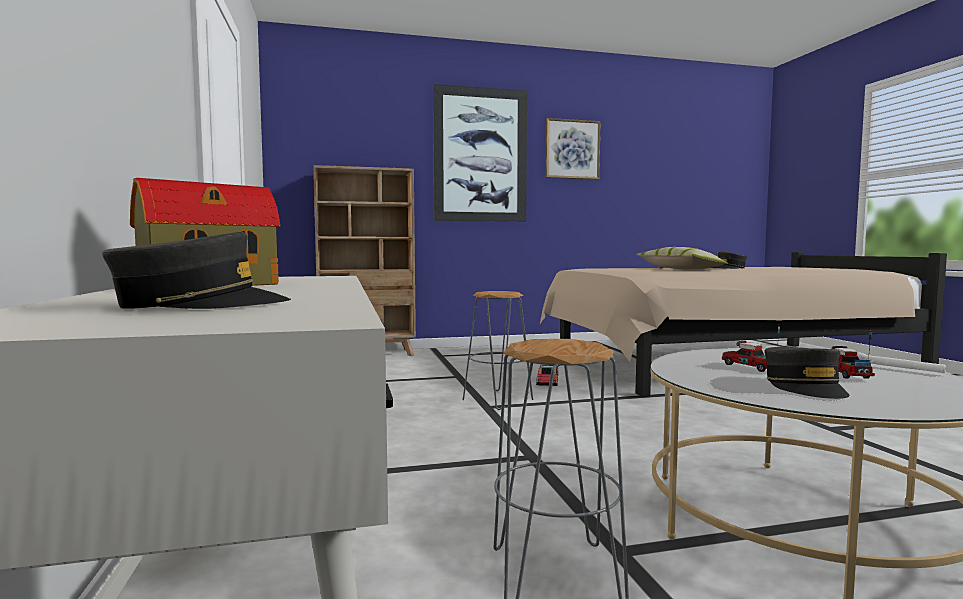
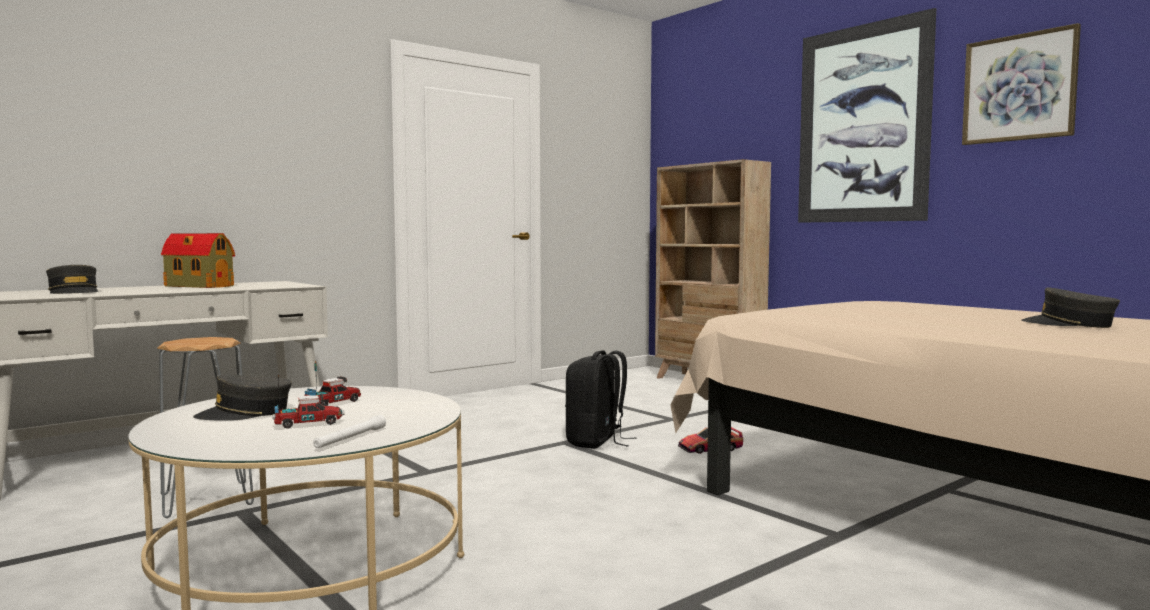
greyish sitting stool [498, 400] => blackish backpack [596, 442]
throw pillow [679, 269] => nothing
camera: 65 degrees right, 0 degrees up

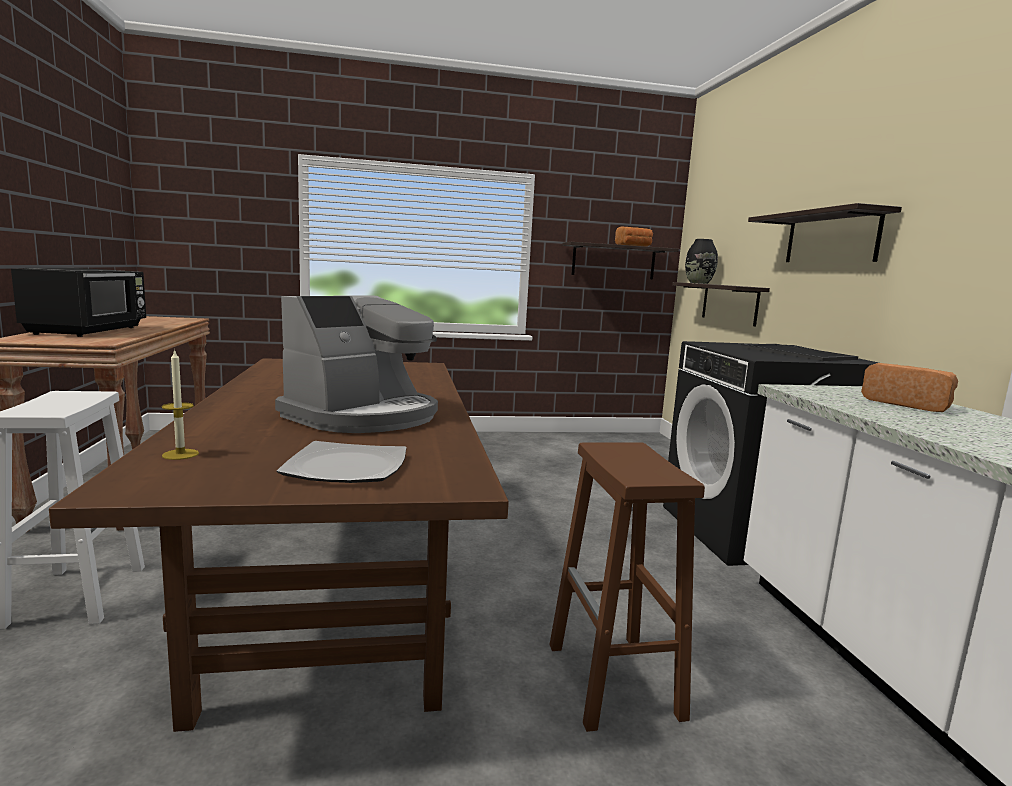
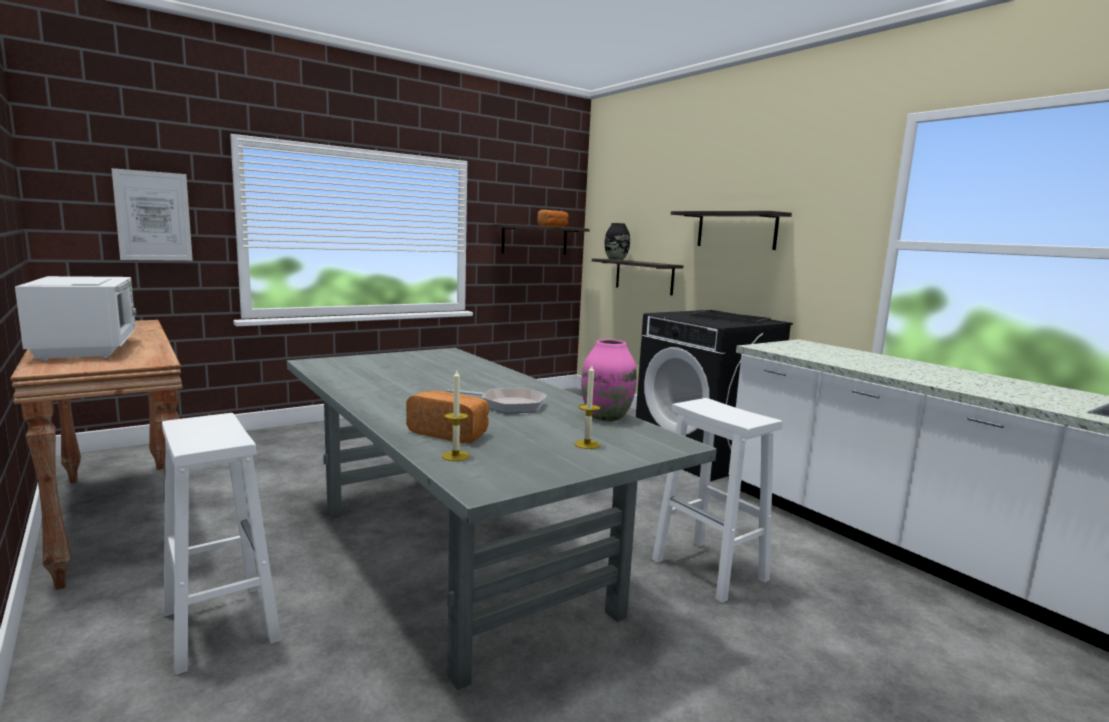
blackish kitchen microwave [90, 330] => white kitchen microwave [88, 349]
brown-coloured kitchen table [337, 584] => greyish kitchen table [455, 557]
coffee machine [363, 416] => frying pan [508, 405]
dinner plate [347, 467] => wax candle [587, 444]
brown-coloured sitting stool [615, 682] => white sitting stool [711, 570]
baked bread [907, 404] => baked bread [450, 433], shifted
nothing => picture [153, 216]
nothing => pinkish decorative vase [606, 417]
camera: 25 degrees left, 0 degrees up

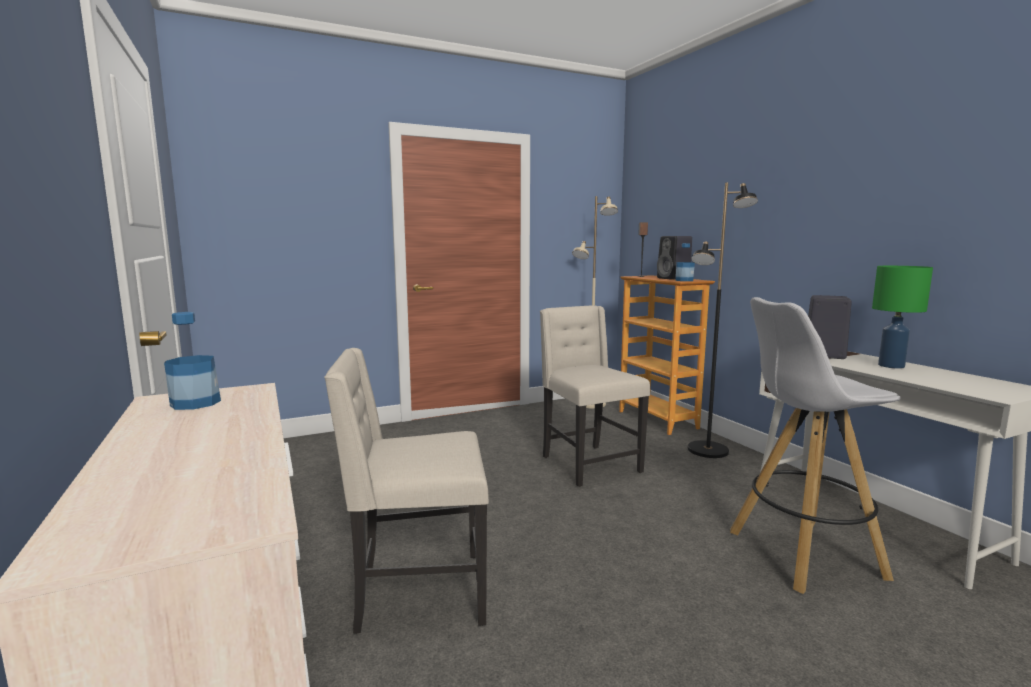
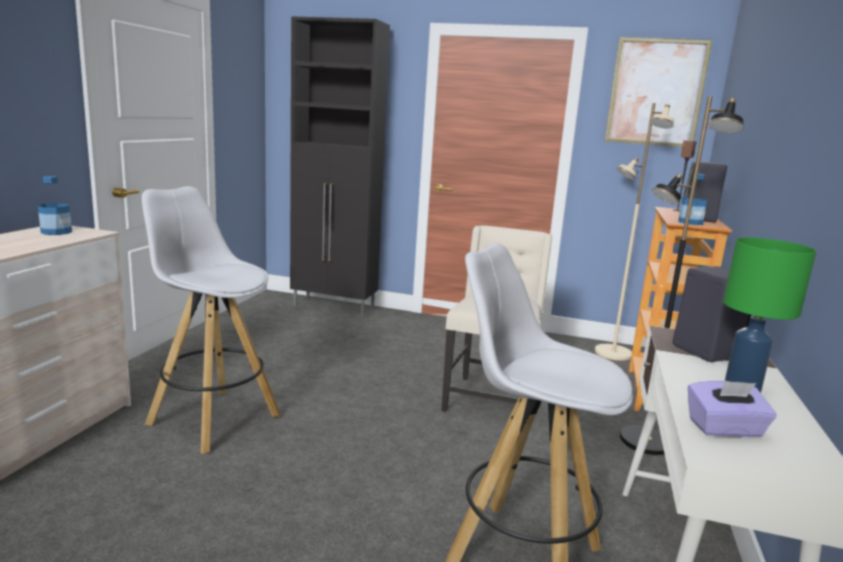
sand-coloured upright chair [418, 593] => white sitting stool [213, 419]
nothing => blackish storage cabinet [335, 307]
nothing => picture [656, 92]
nothing => purple-coloured box of tissues [725, 429]
camera: 40 degrees right, 5 degrees up

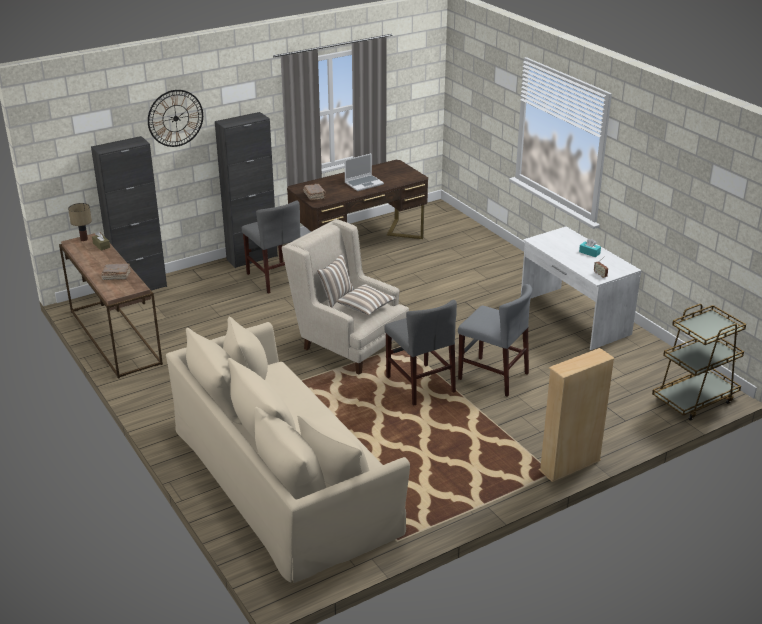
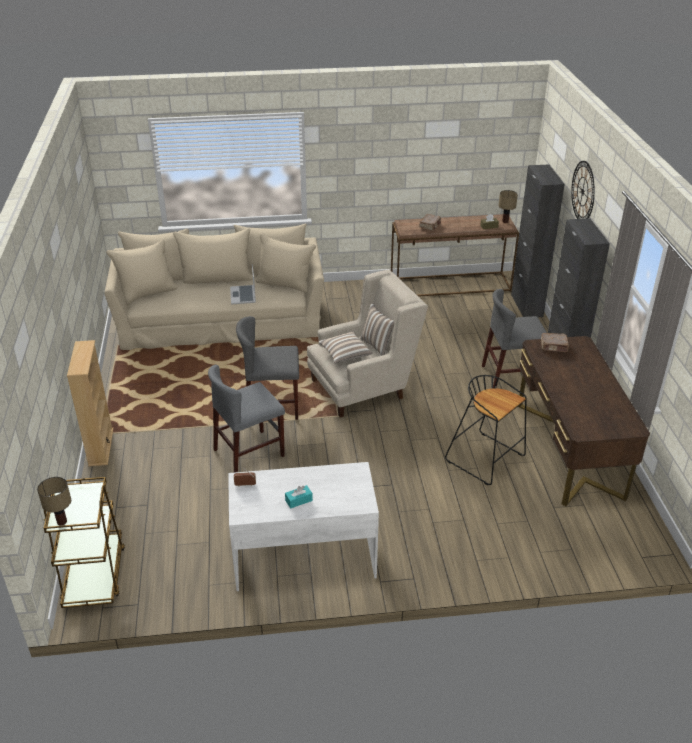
laptop [364, 183] => laptop [243, 296], shifted
nothing => tabletop lamp [62, 521]
nothing => blackish sitting stool [486, 459]
camera: 115 degrees right, 5 degrees up

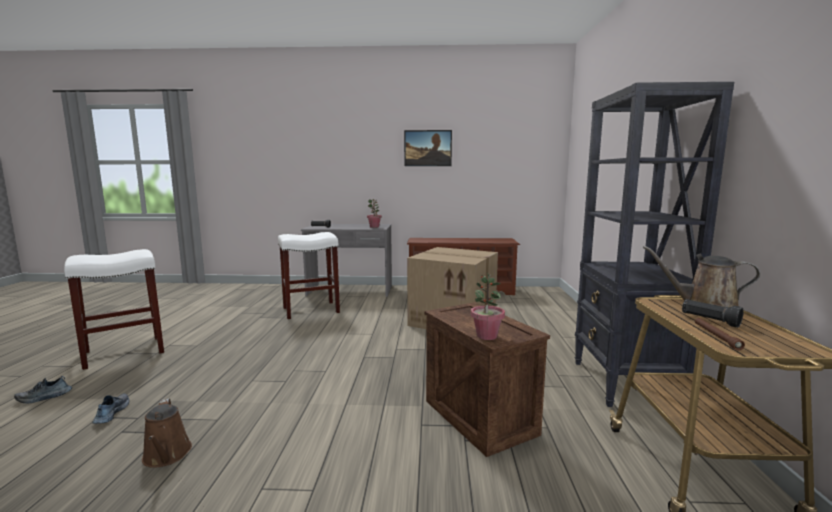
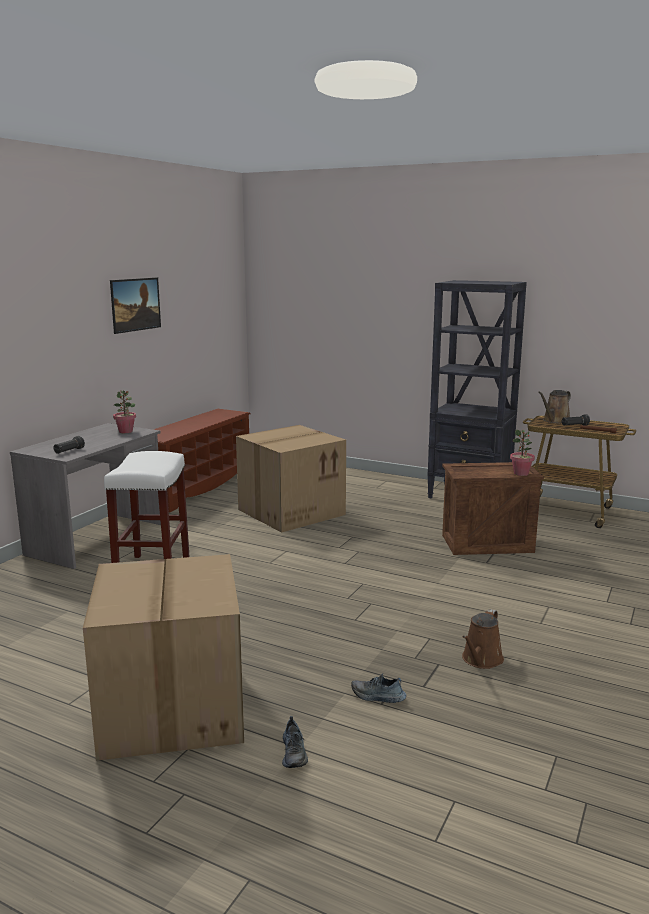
white sitting stool [125, 351] => packing box [169, 707]
brown-coloured sprinkling can [167, 456] => brown-coloured sprinkling can [481, 660], 120 degrees clockwise
camera: 65 degrees left, 5 degrees up

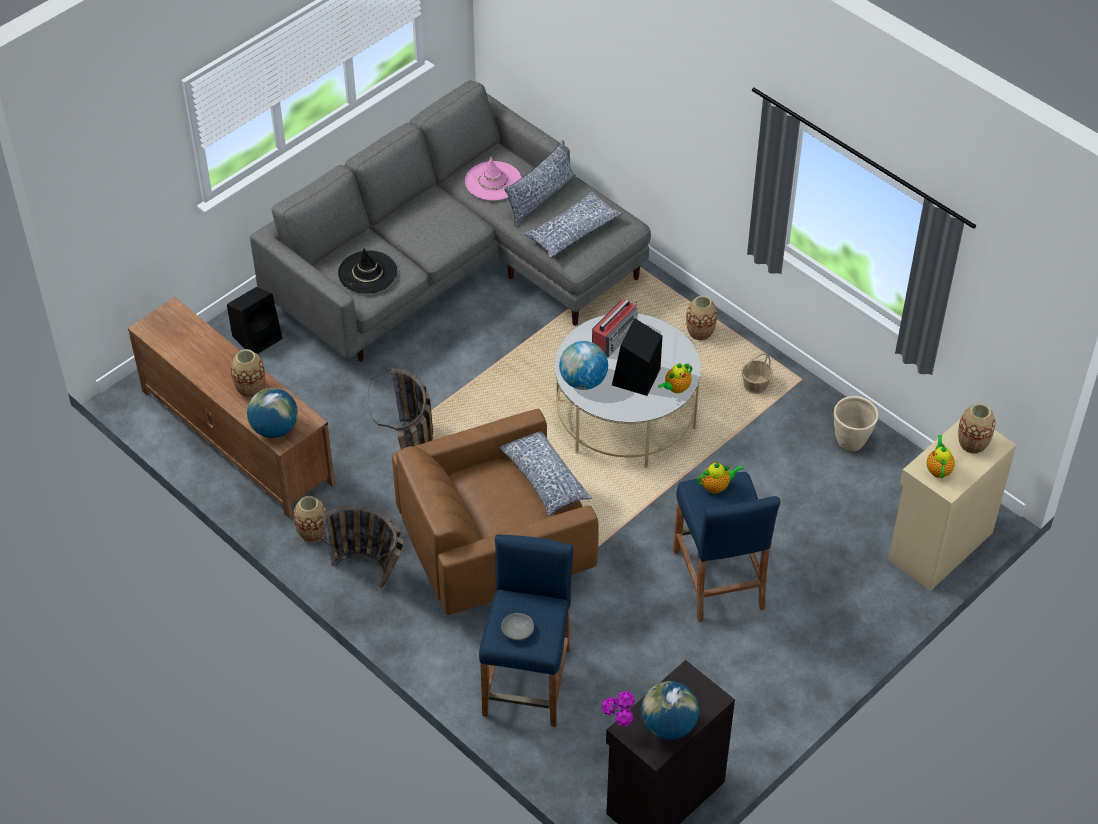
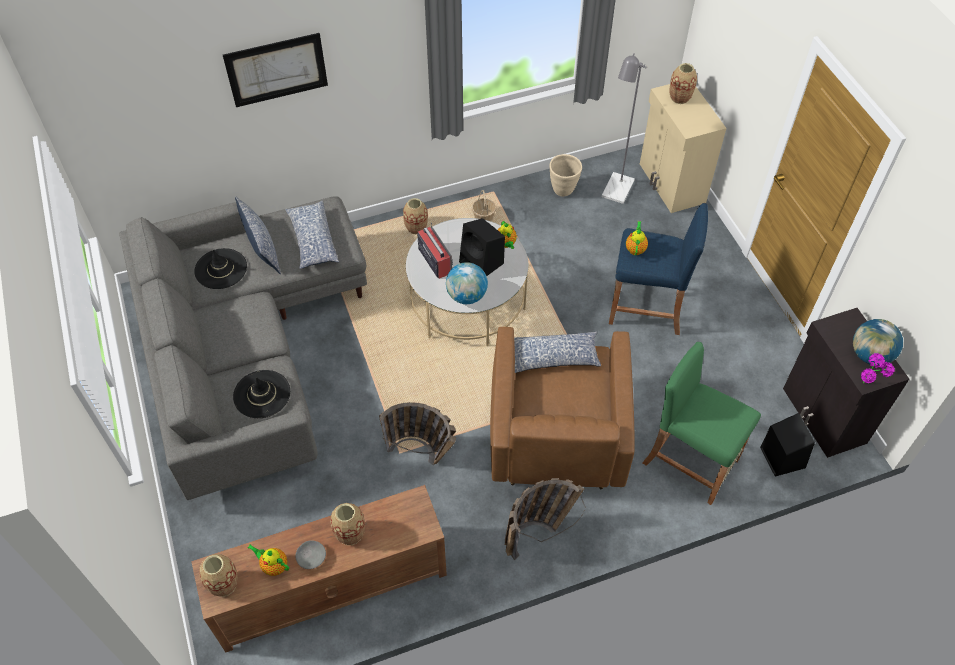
blackish audio speaker [258, 336] => blackish audio speaker [781, 456], shifted
globe [274, 428] => nothing
decorative vase [312, 533] => decorative vase [224, 584], shifted
pinkish wearable hat [493, 181] => blackish wearable hat [221, 269]
blue-coloured sitting stool [528, 681] => green sitting stool [690, 461]
greyish bowl [518, 630] => greyish bowl [311, 557], shifted
pot for tea [938, 469] => pot for tea [273, 565], shifted
nothing => picture [276, 70]
nothing => greyish floor lamp [615, 193]
camera: 65 degrees left, 5 degrees up

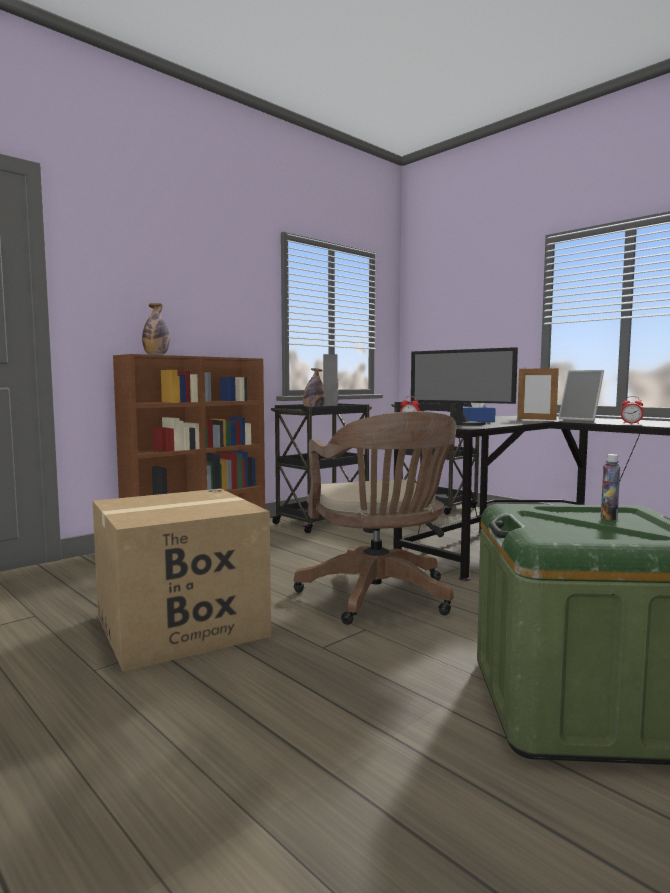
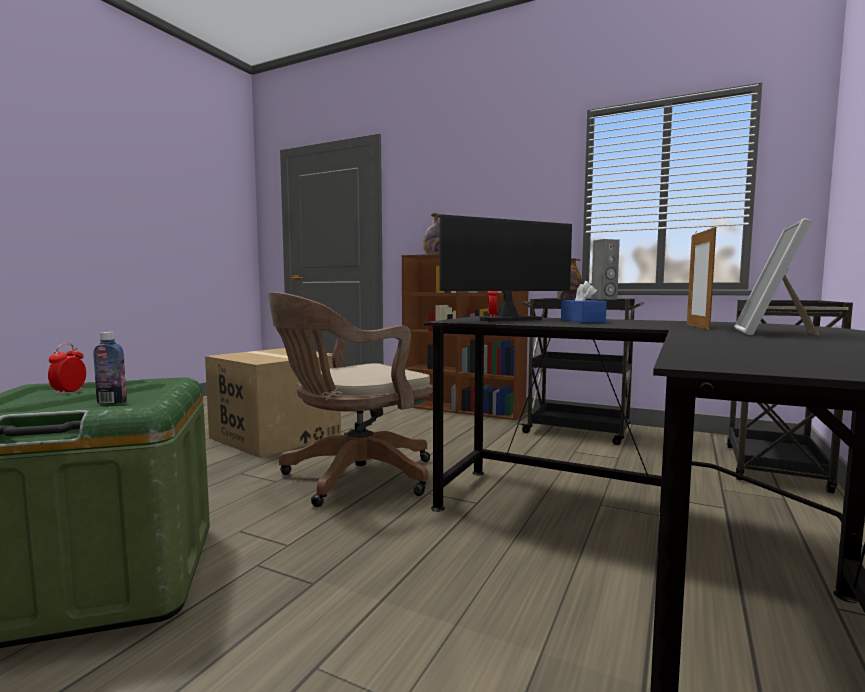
monitor [459, 424] => monitor [508, 320], 45 degrees clockwise
bedside clock [631, 423] => bedside clock [69, 392], shifted
camera: 70 degrees right, 0 degrees up

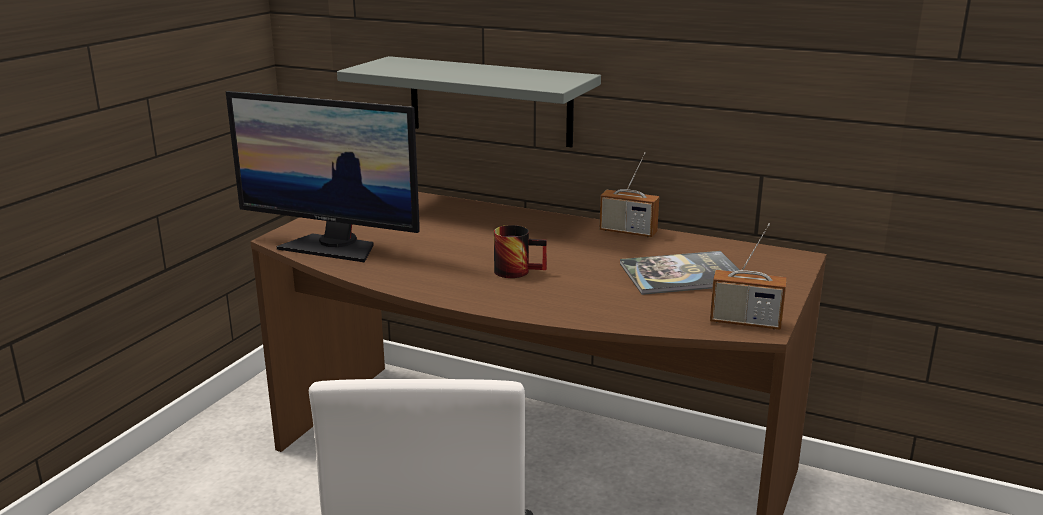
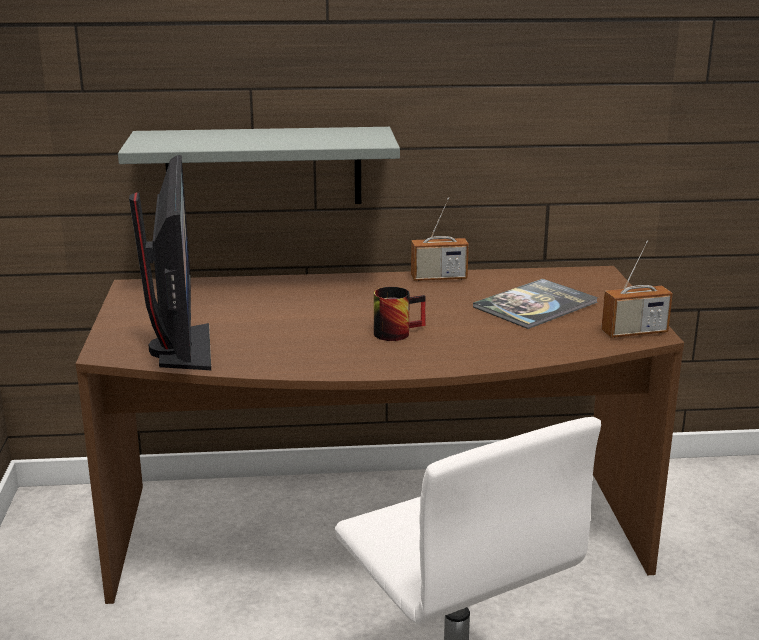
monitor [333, 247] => monitor [181, 349], 90 degrees counterclockwise
camera: 30 degrees left, 0 degrees up

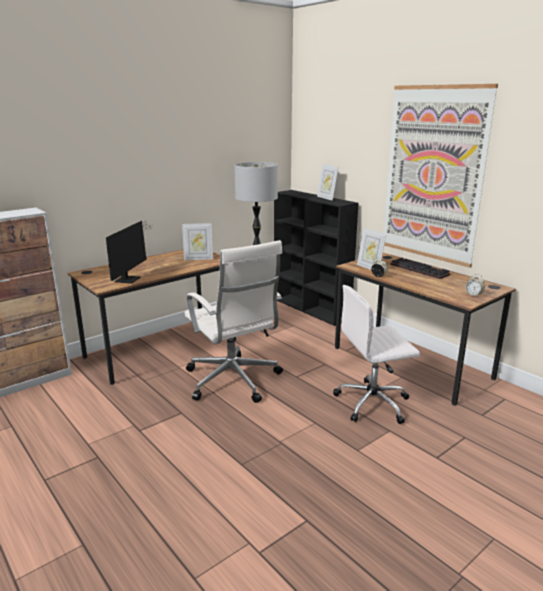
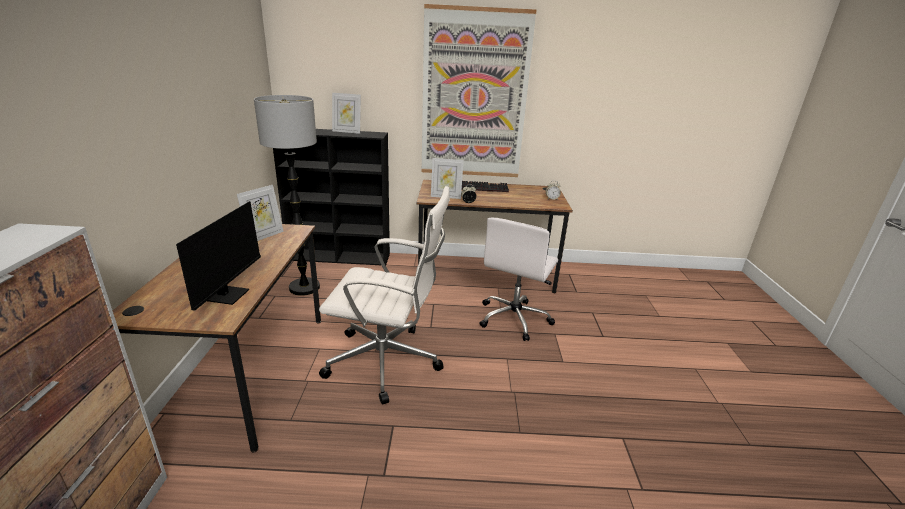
monitor [130, 278] => monitor [232, 292], 45 degrees clockwise
camera: 50 degrees left, 5 degrees up

